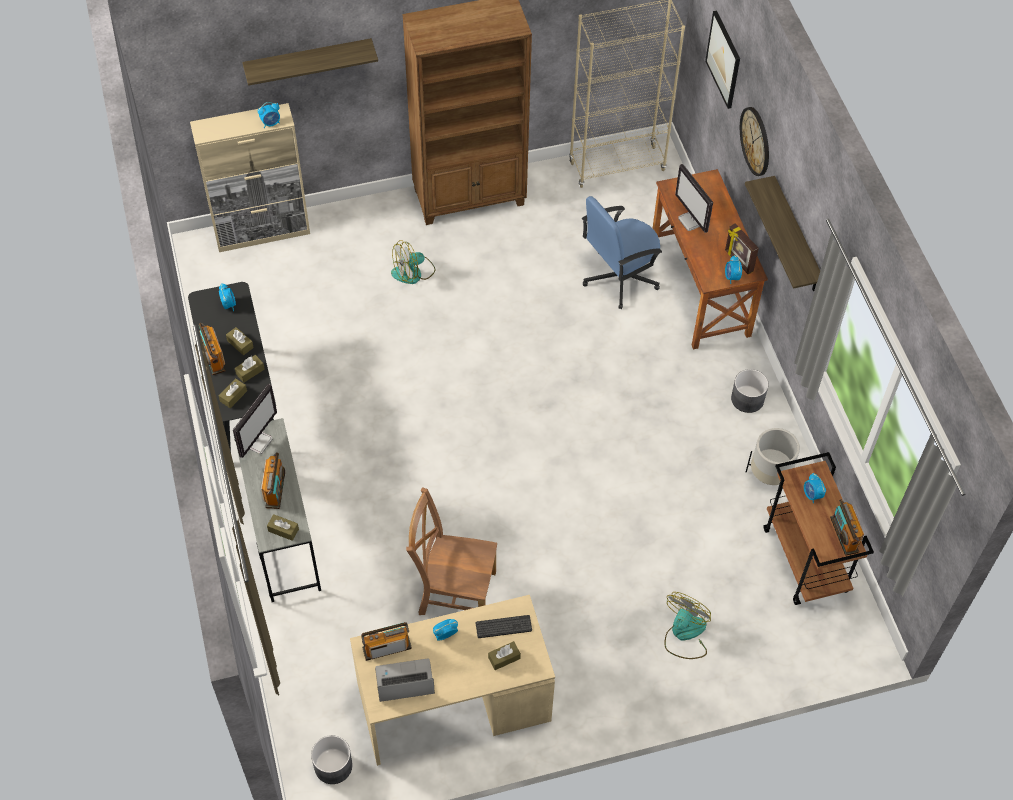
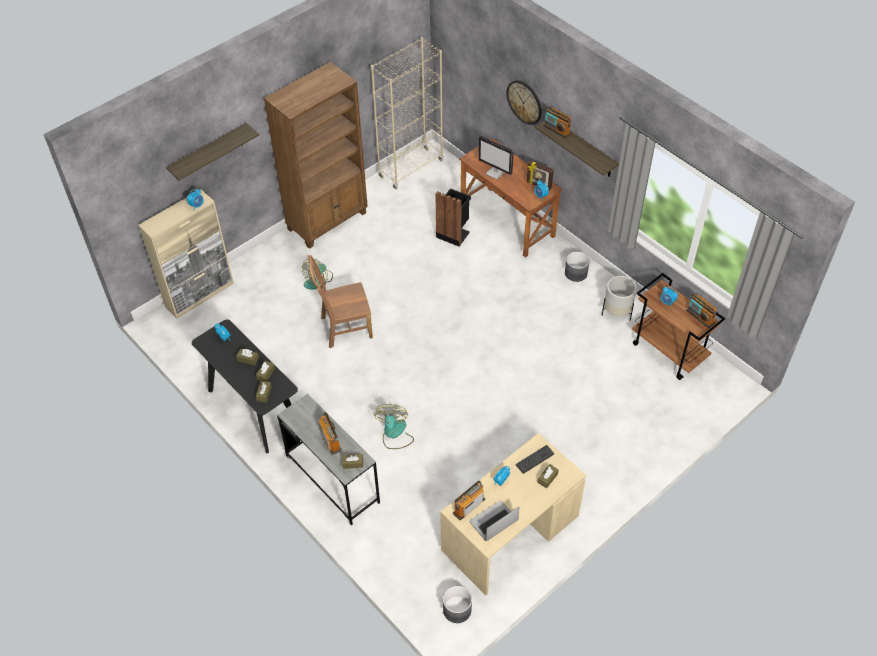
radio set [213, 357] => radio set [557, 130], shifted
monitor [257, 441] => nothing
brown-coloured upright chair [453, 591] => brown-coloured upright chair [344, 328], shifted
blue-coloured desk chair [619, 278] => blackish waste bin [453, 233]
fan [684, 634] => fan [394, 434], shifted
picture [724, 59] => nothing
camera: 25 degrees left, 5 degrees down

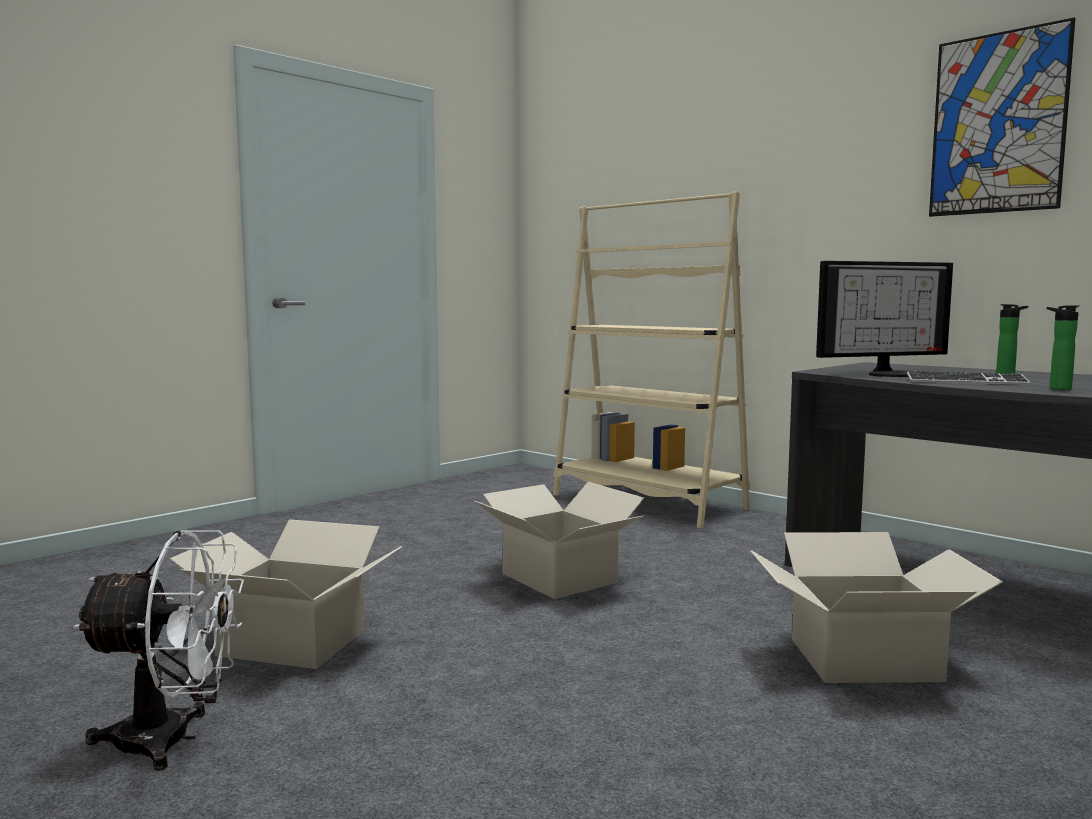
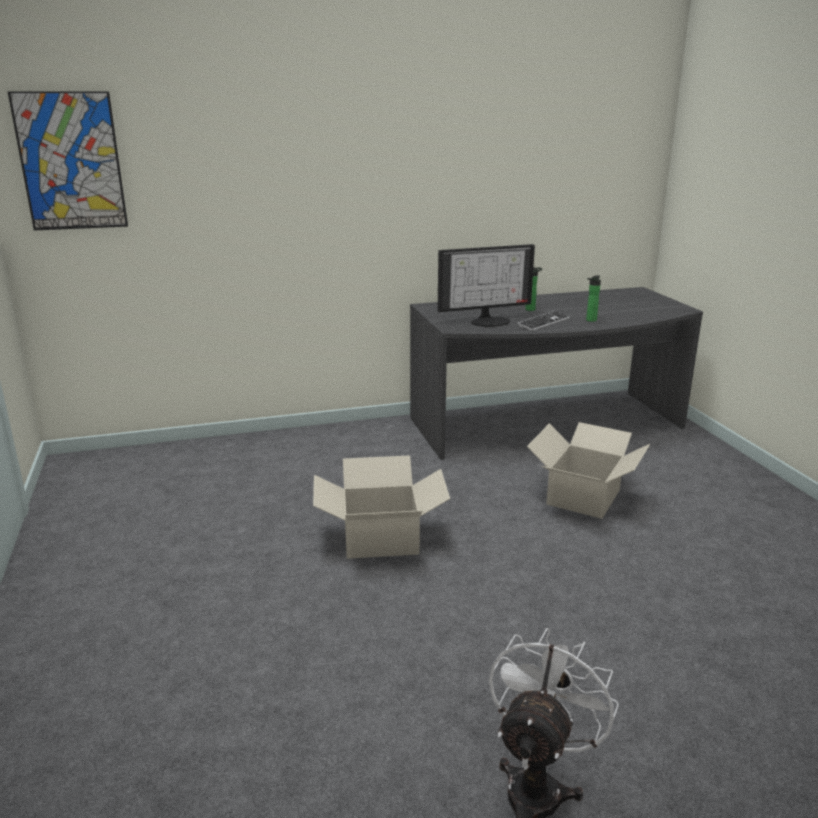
packing box [293, 641] => nothing
sand-coloured shelving unit [648, 502] => nothing
monitor [894, 374] => monitor [489, 321], 60 degrees clockwise
picture [998, 123] => picture [70, 162], shifted
camera: 60 degrees left, 15 degrees up

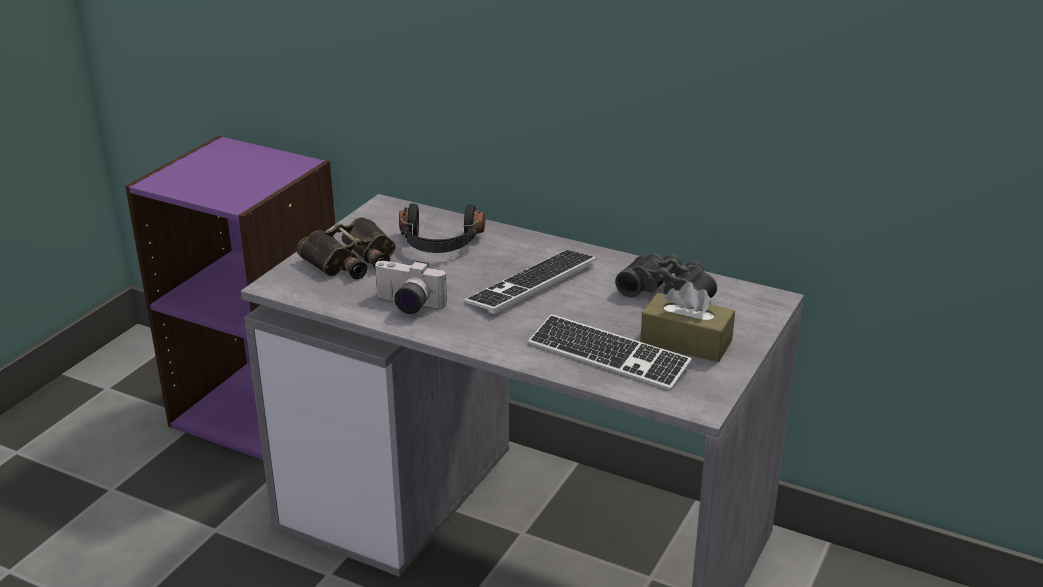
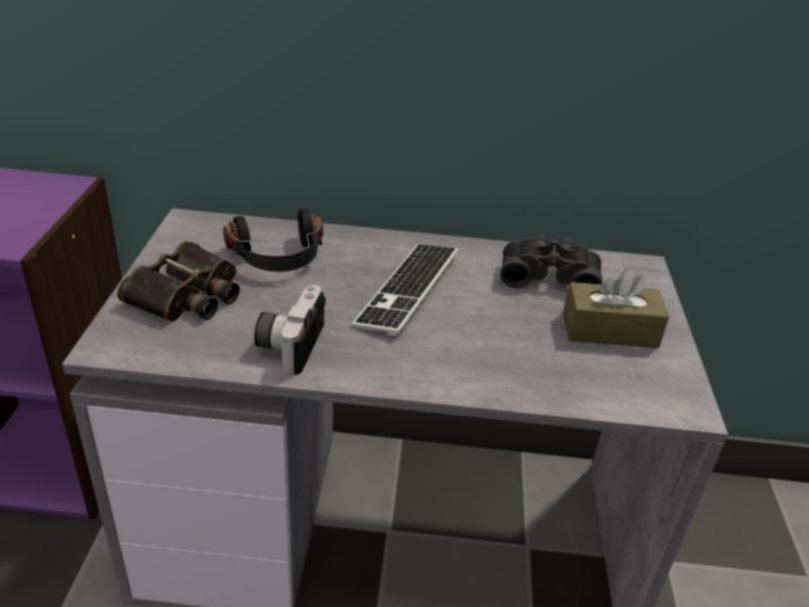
photo camera [407, 305] => photo camera [289, 343], 105 degrees clockwise
computer keyboard [608, 355] => nothing
camera: 25 degrees left, 5 degrees up

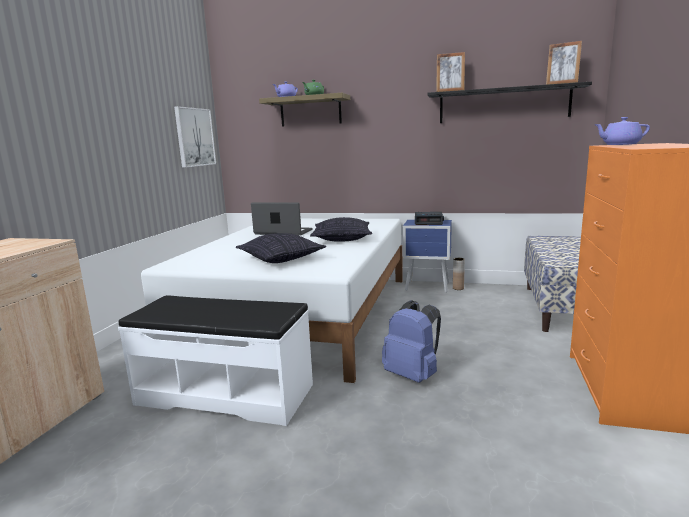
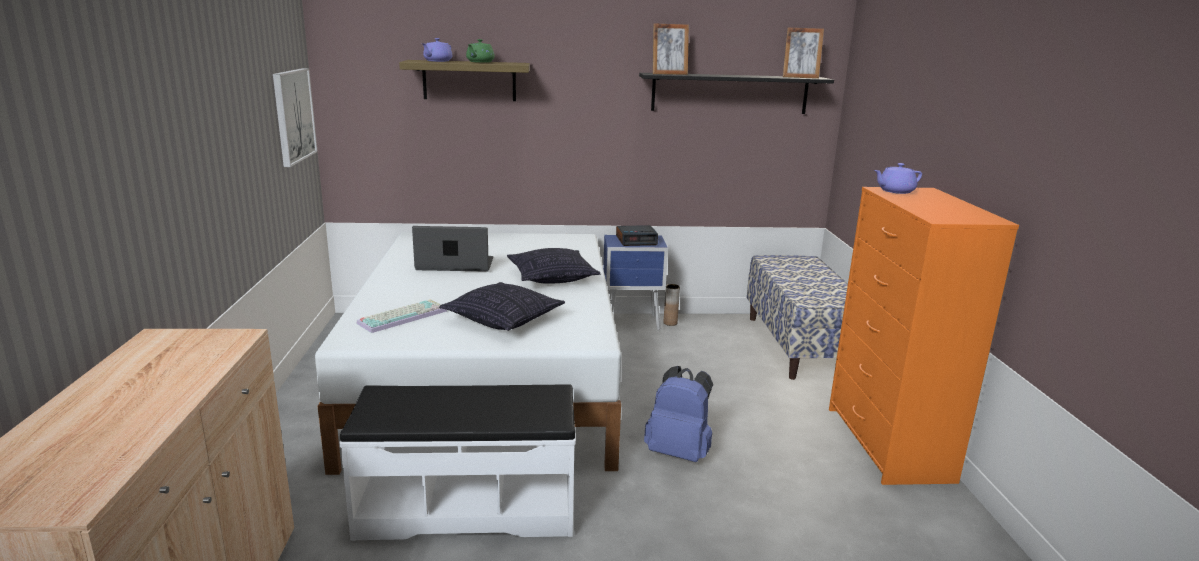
nothing => computer keyboard [403, 316]
camera: 20 degrees left, 5 degrees up

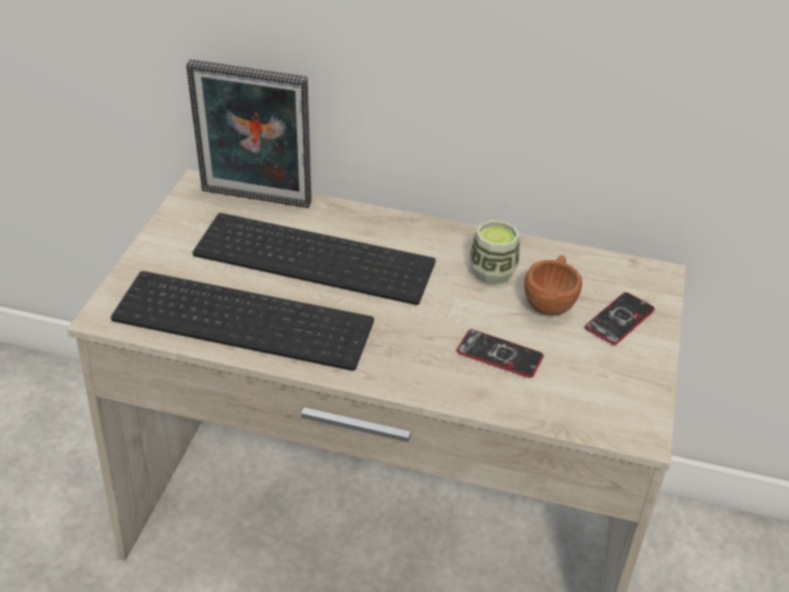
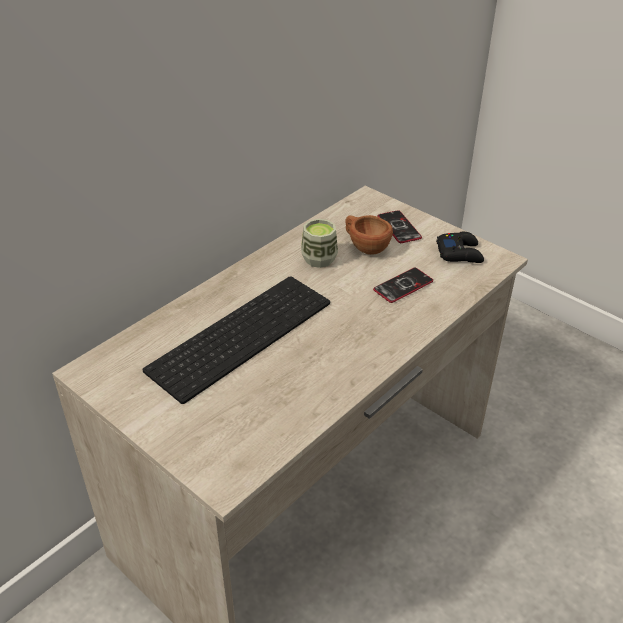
computer keyboard [247, 318] => nothing
photo frame [254, 201] => nothing
nothing => blackish gamepad [459, 253]
camera: 60 degrees left, 0 degrees up

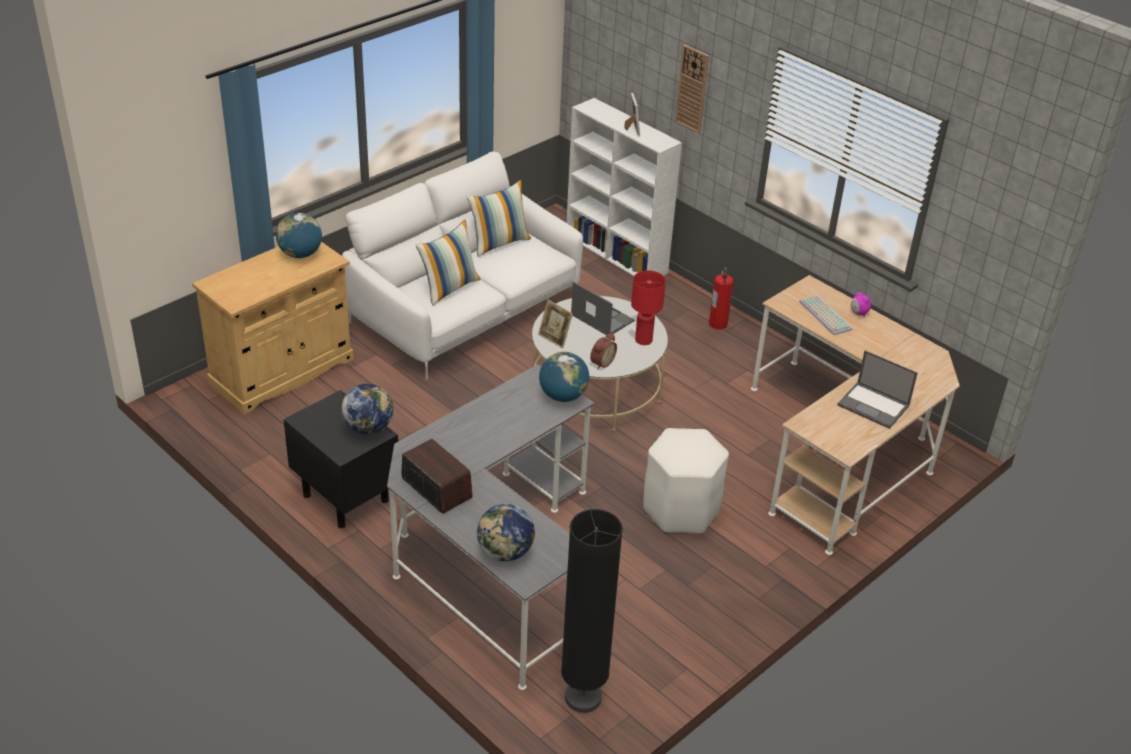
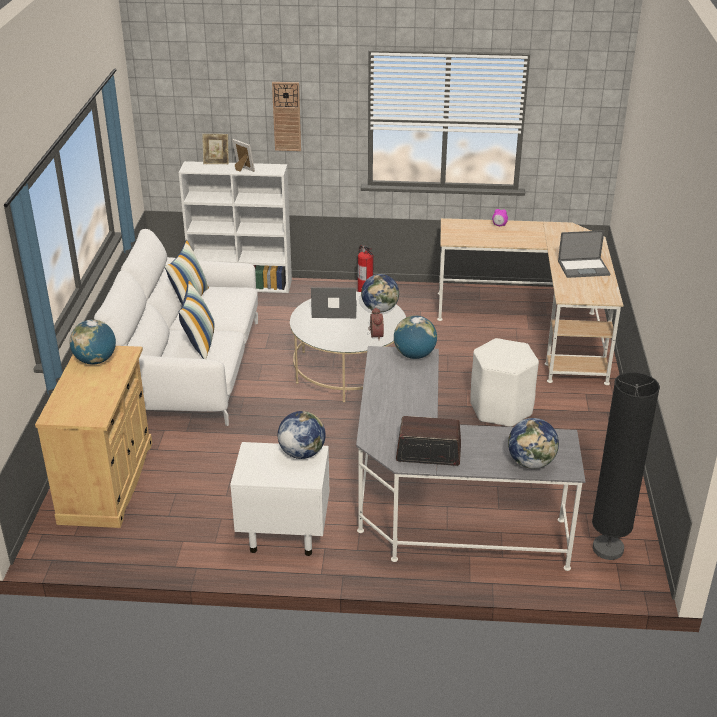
blackish night table [345, 497] => white night table [283, 534]
photo frame [554, 338] => photo frame [216, 162], shifted
reddish tabletop lamp [644, 340] => globe [380, 309]
computer keyboard [823, 315] => nothing
camera: 40 degrees left, 5 degrees down

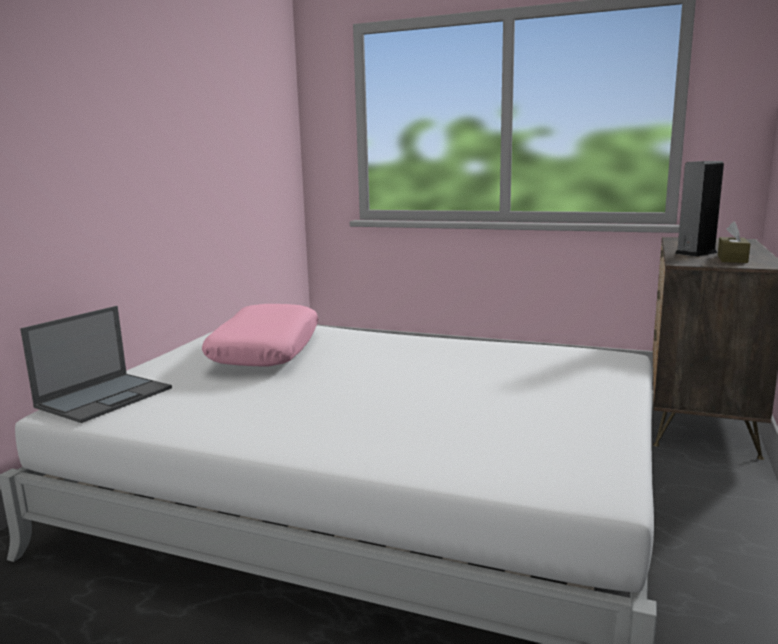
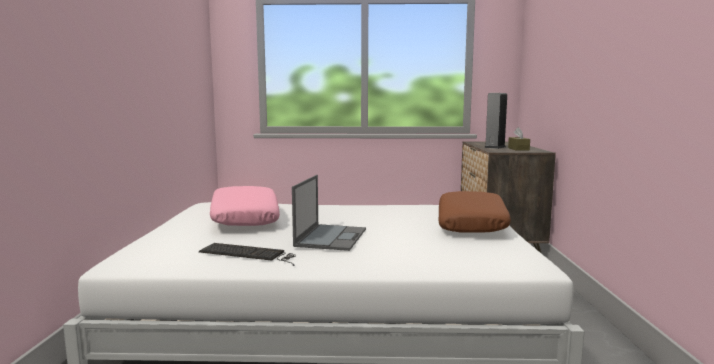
laptop [106, 397] => laptop [331, 237], shifted
nothing => computer keyboard [250, 254]
nothing => brown-coloured throw pillow [472, 224]
camera: 20 degrees left, 5 degrees down

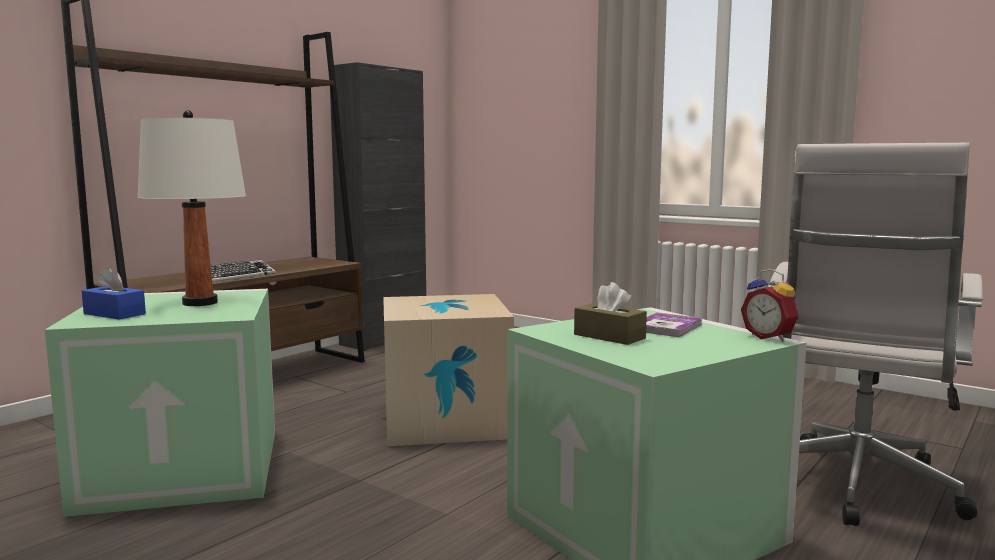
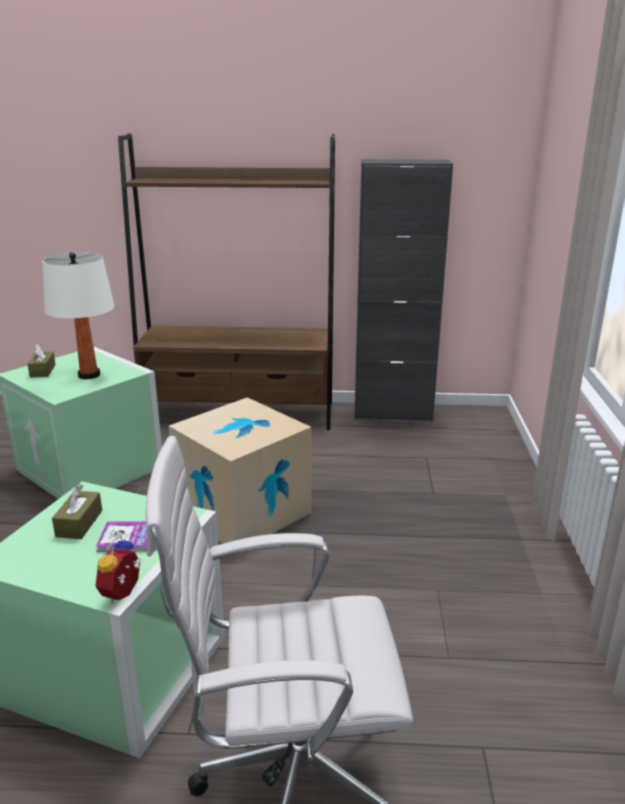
blue-coloured box of tissues [114, 314] => brown-coloured box of tissues [43, 371]
computer keyboard [236, 276] => nothing
camera: 55 degrees right, 15 degrees up

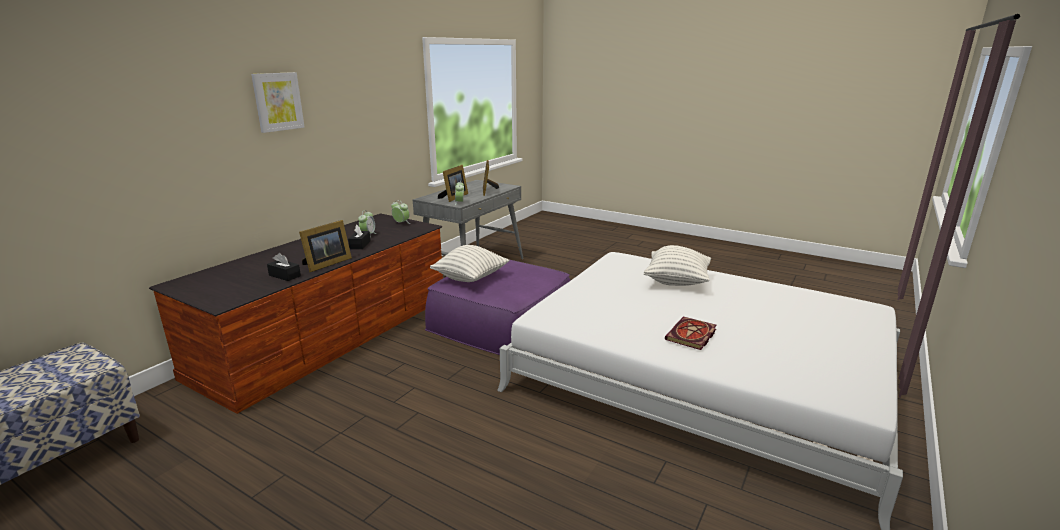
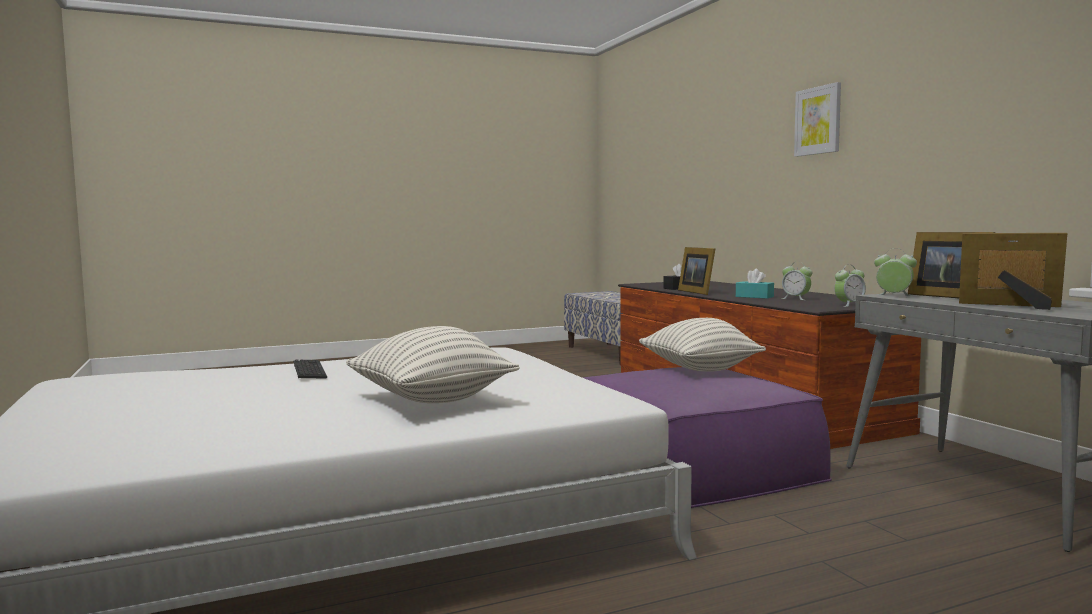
blackish box of tissues [360, 245] => blue-green box of tissues [754, 297]
book [691, 336] => computer keyboard [309, 371]
camera: 125 degrees right, 15 degrees down

